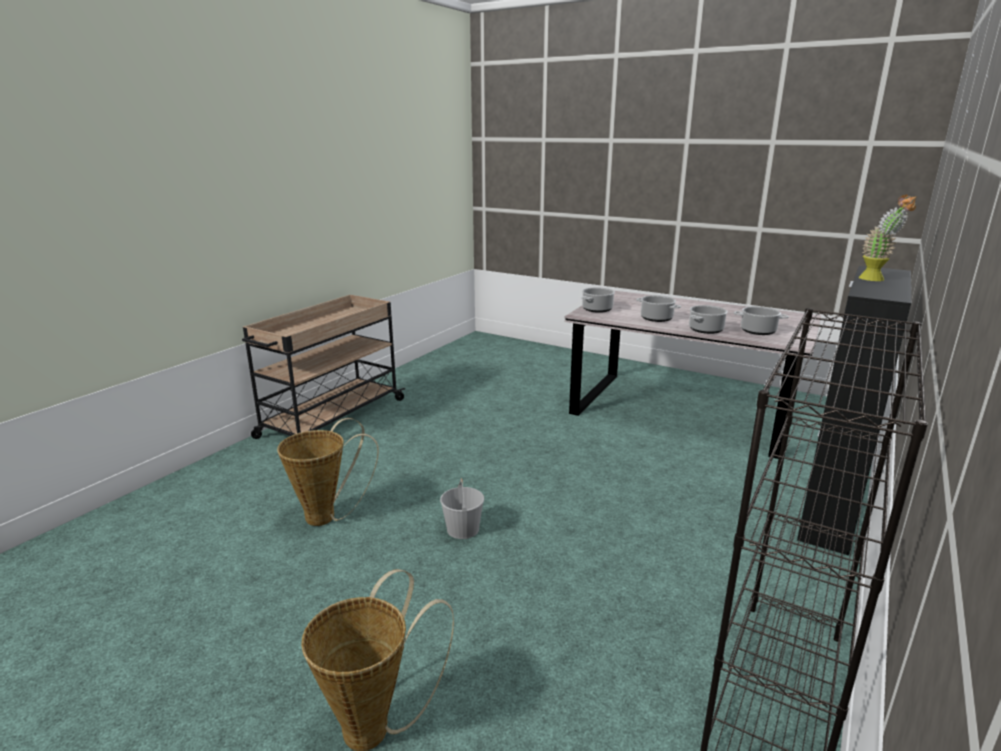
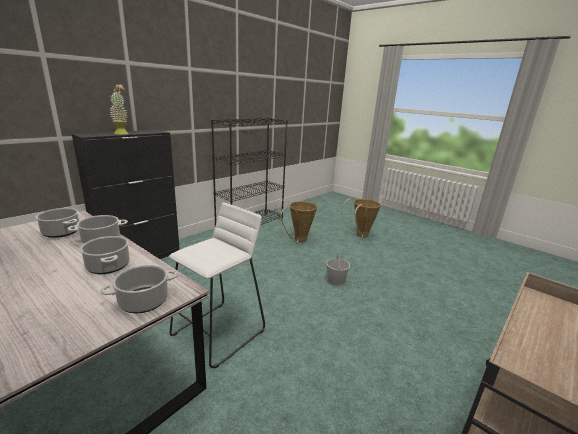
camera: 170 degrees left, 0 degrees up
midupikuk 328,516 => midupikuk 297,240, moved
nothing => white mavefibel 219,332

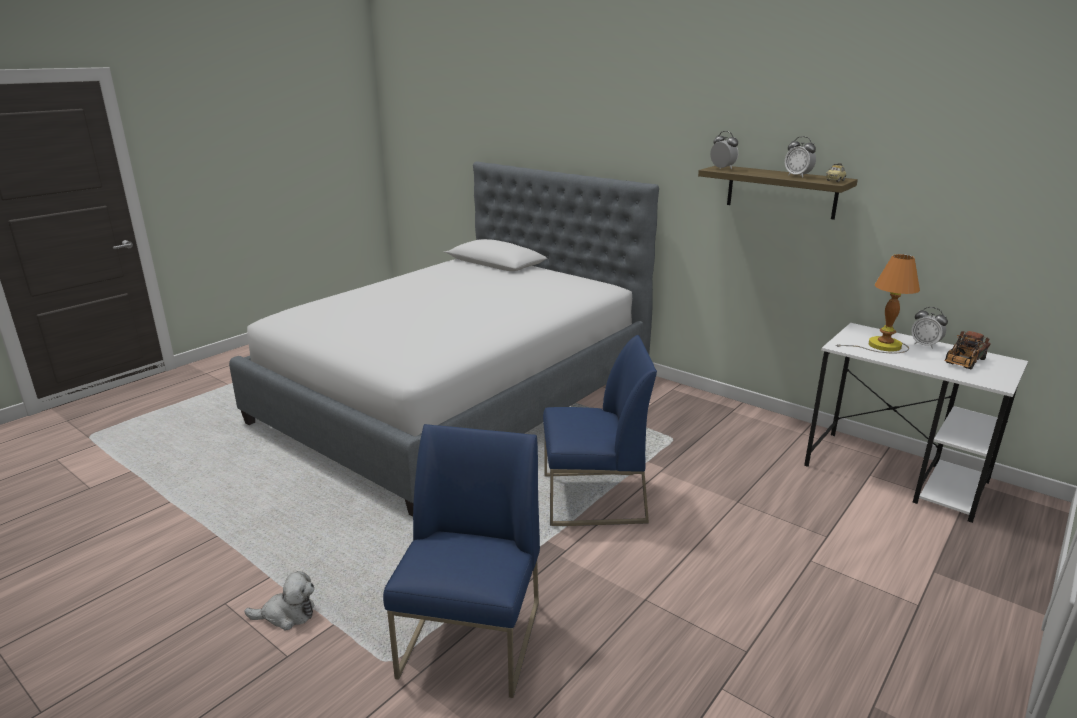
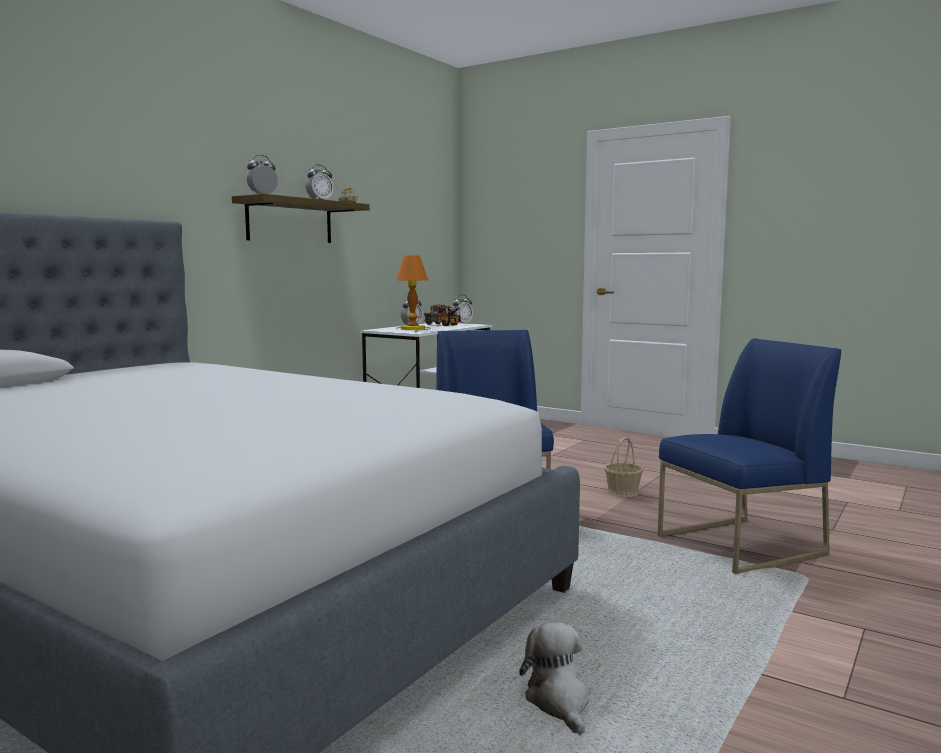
camera: 95 degrees left, 15 degrees down
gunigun 287,614 => gunigun 559,702, moved
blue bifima 472,640 => blue bifima 740,545, 150 degrees clockwise
nothing => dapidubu 462,324
nothing => midupikuk 623,492

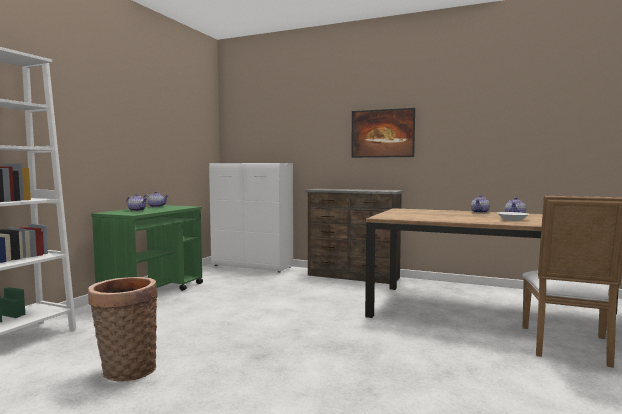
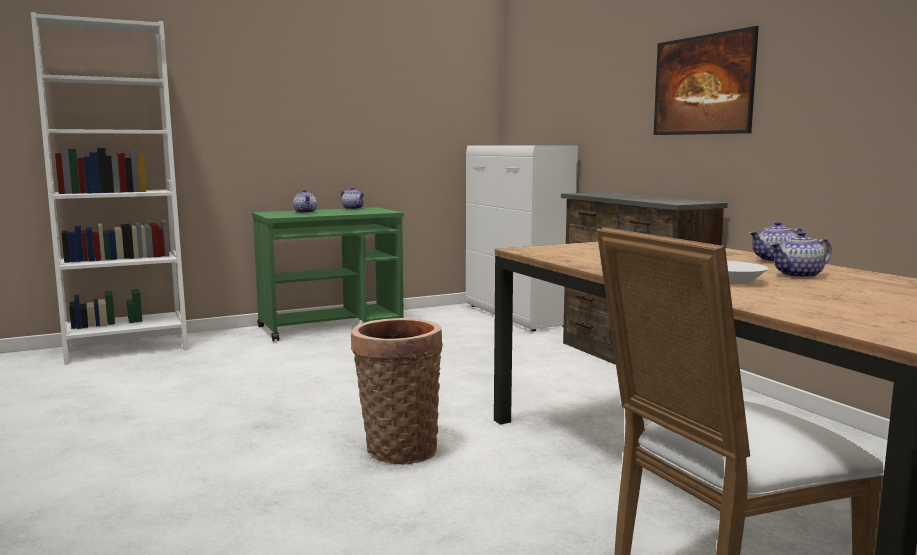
camera: 40 degrees right, 5 degrees up
midupikuk 126,370 => midupikuk 398,448, moved

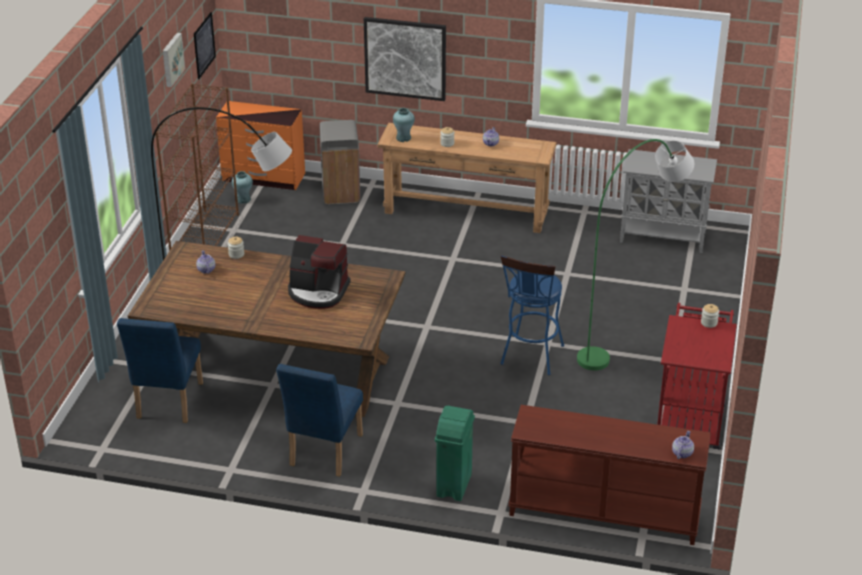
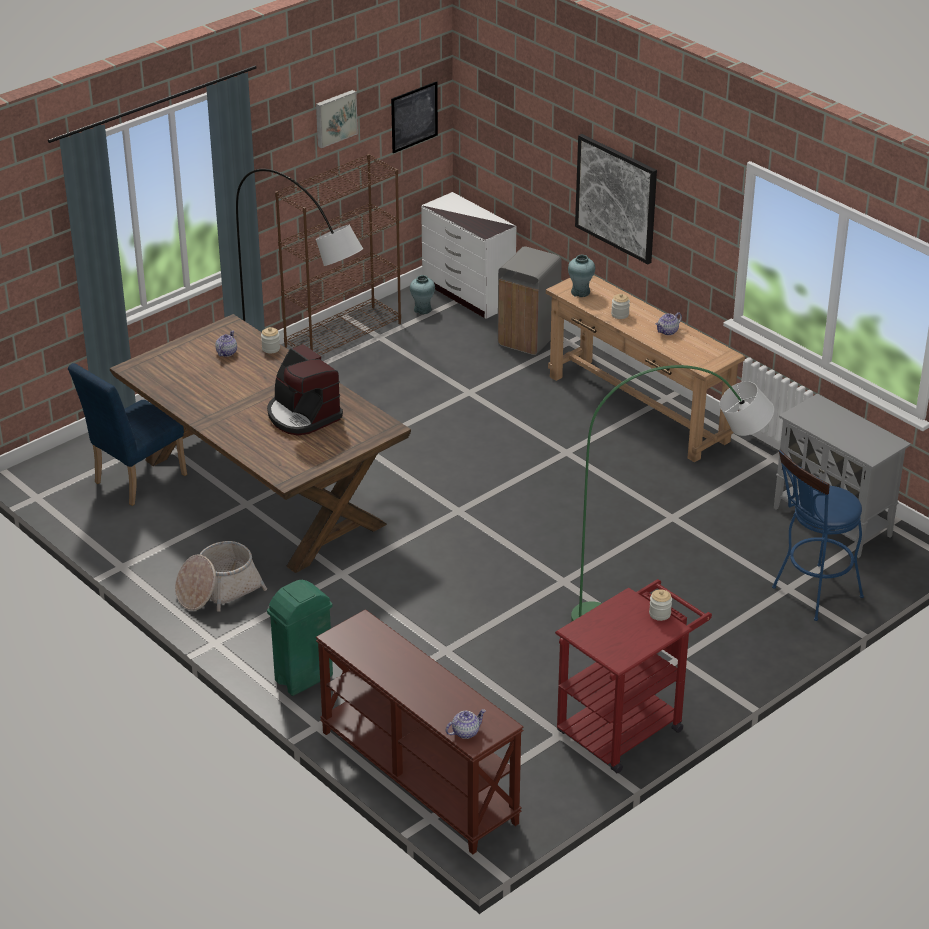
camera: 35 degrees right, 0 degrees up
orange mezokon 264,178 => white mezokon 468,294
blue bifima 323,454 => midupikuk 218,590
blue mavefibel 530,358 => blue mavefibel 812,595, moved

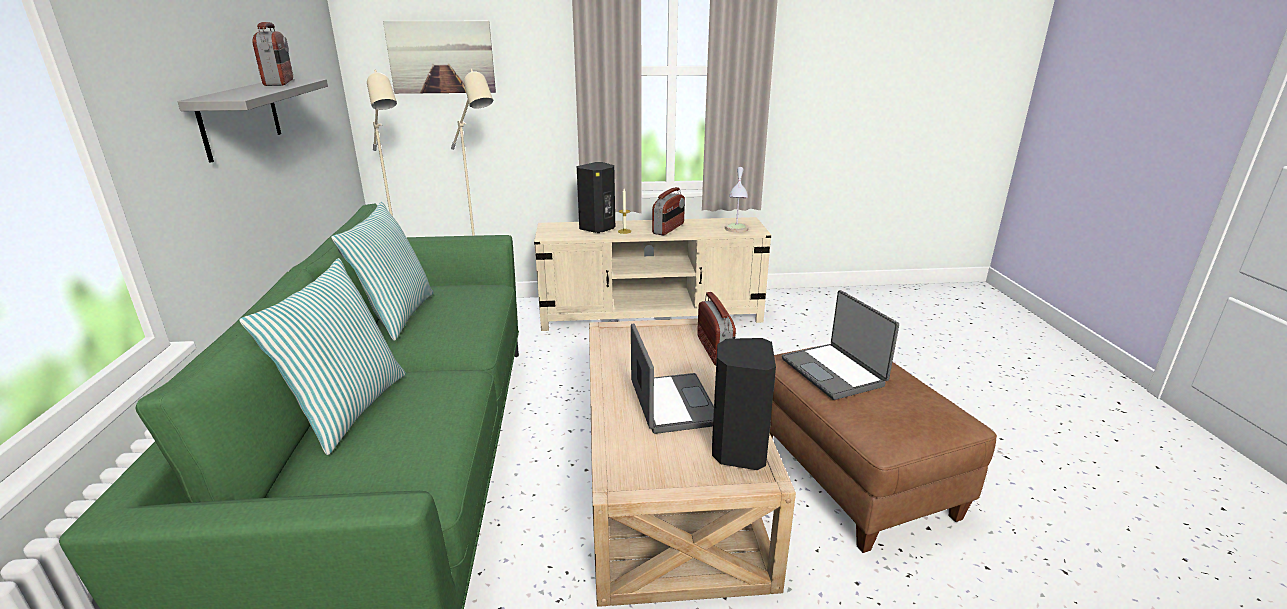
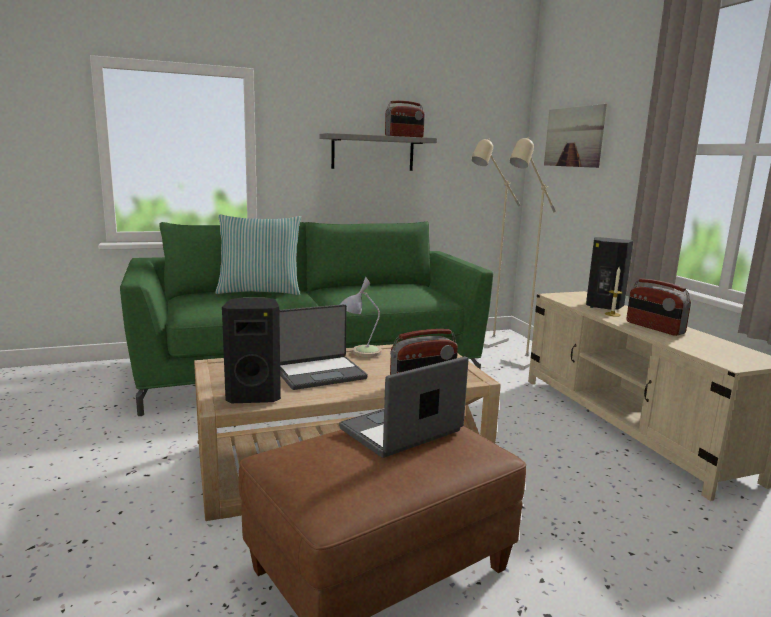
camera: 75 degrees right, 10 degrees down
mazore 396,315 => nothing
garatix 669,229 => garatix 654,328, 45 degrees clockwise
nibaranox 736,230 => nibaranox 360,352, moved

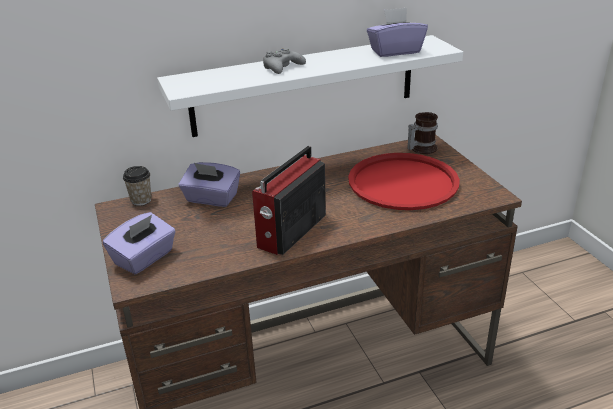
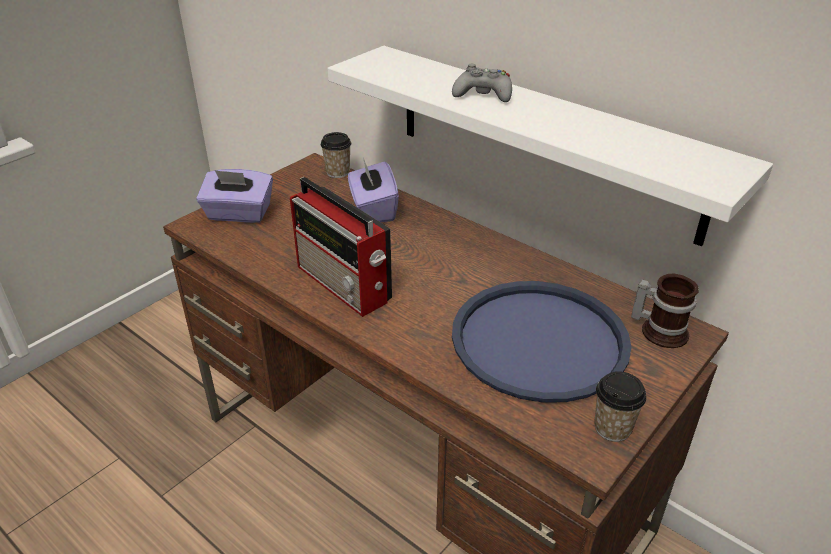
camera: 60 degrees right, 5 degrees up
garatix 290,231 => garatix 344,285, 135 degrees counterclockwise
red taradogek 403,182 => blue taradogek 539,340
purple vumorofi 395,51 => nothing
nothing => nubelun 612,428

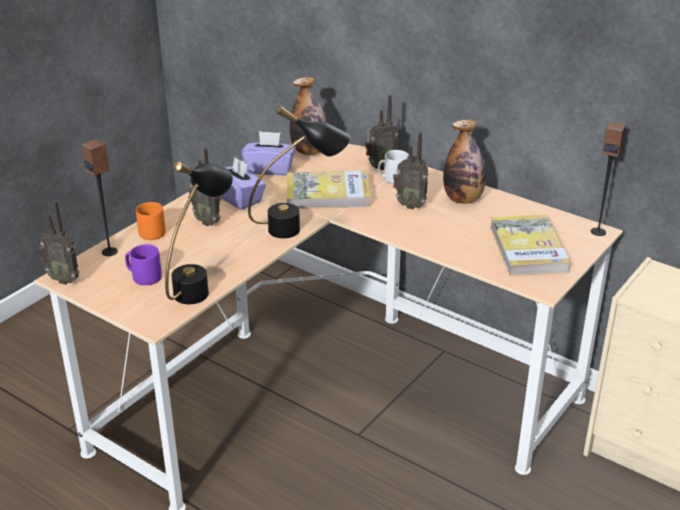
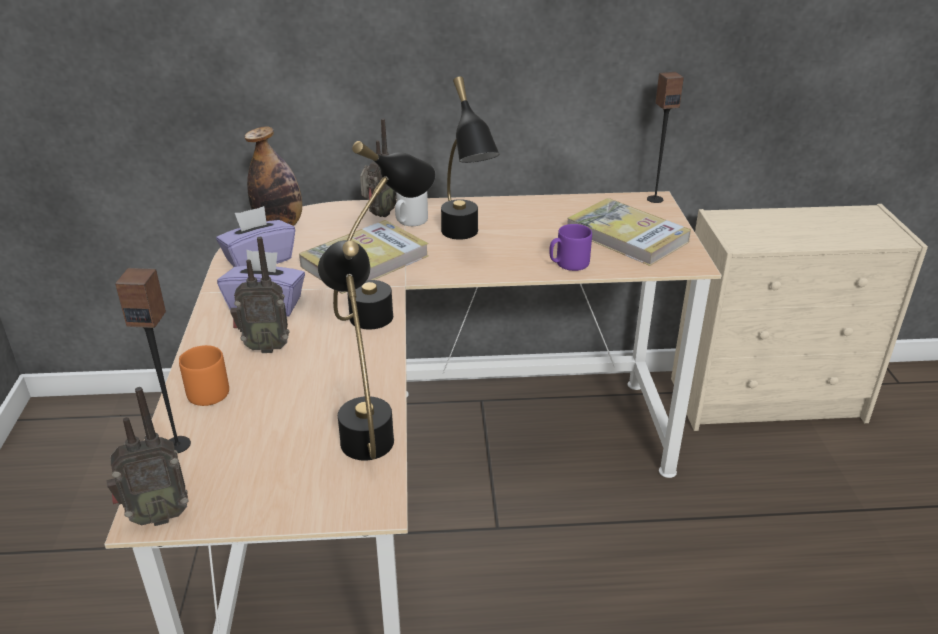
camera: 40 degrees left, 0 degrees up
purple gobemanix 144,277 => purple gobemanix 568,264, moved
garatix 410,205 => black nibaranox 465,239
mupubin 463,199 => nothing

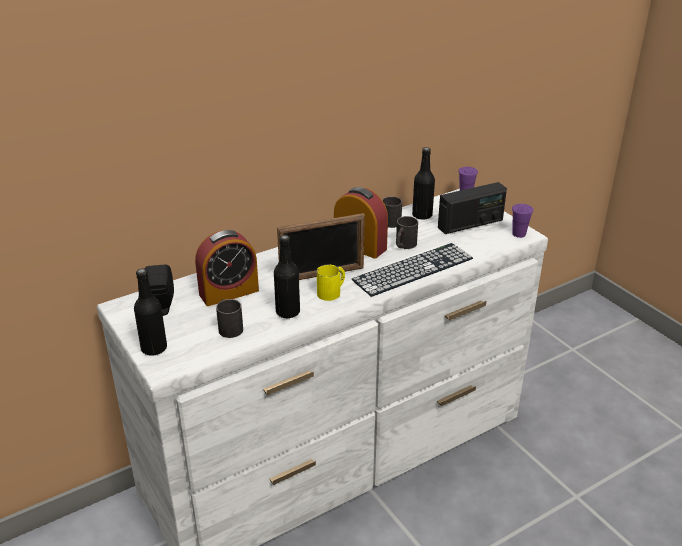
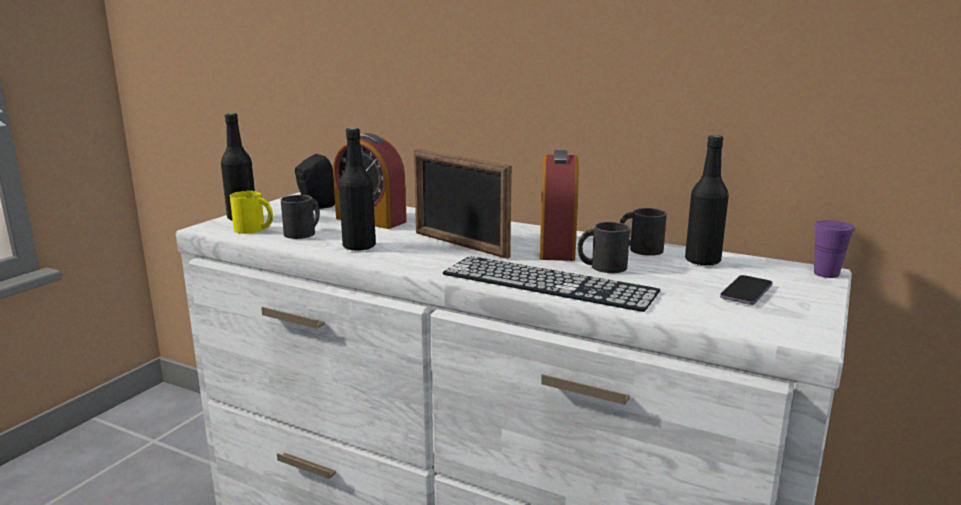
camera: 60 degrees right, 15 degrees down
yellow gobemanix 332,292 => yellow gobemanix 255,229, moved
garatix 470,224 => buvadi 746,292
purple nubelun 519,234 => nothing

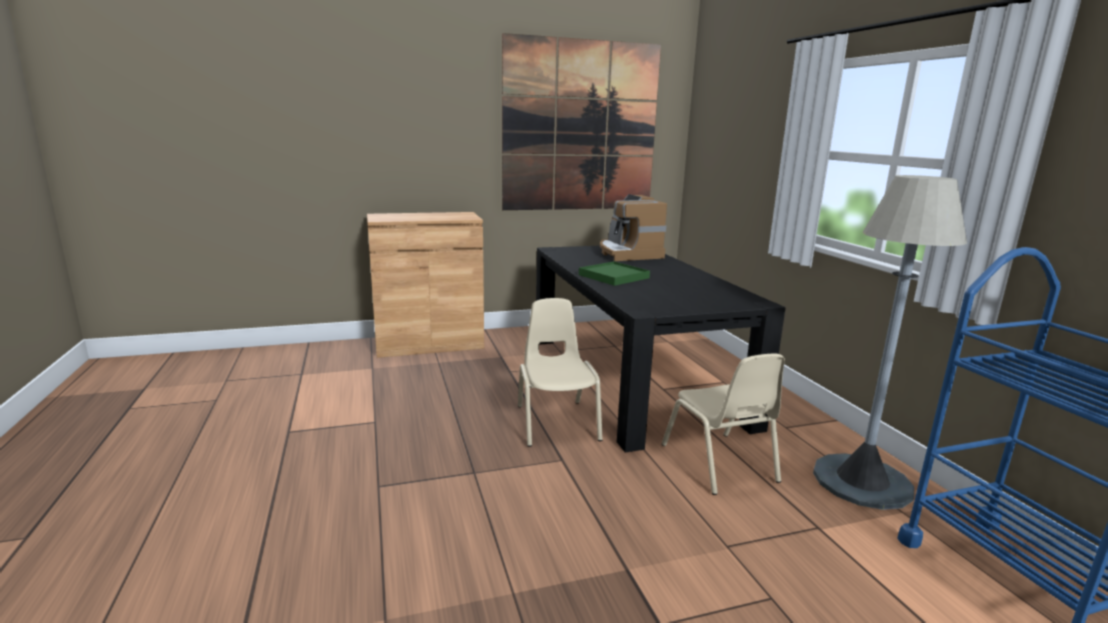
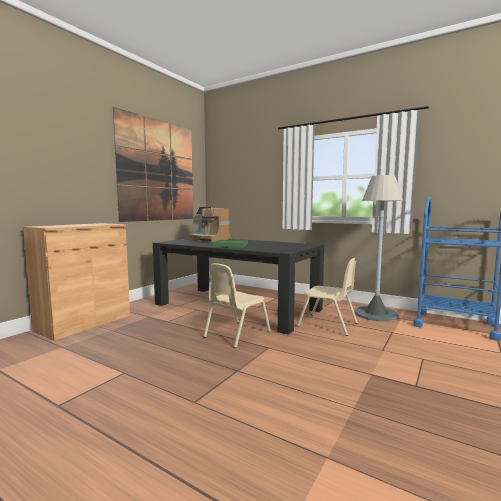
camera: 40 degrees left, 10 degrees down
beige bifima 556,422 => beige bifima 236,334, 90 degrees counterclockwise

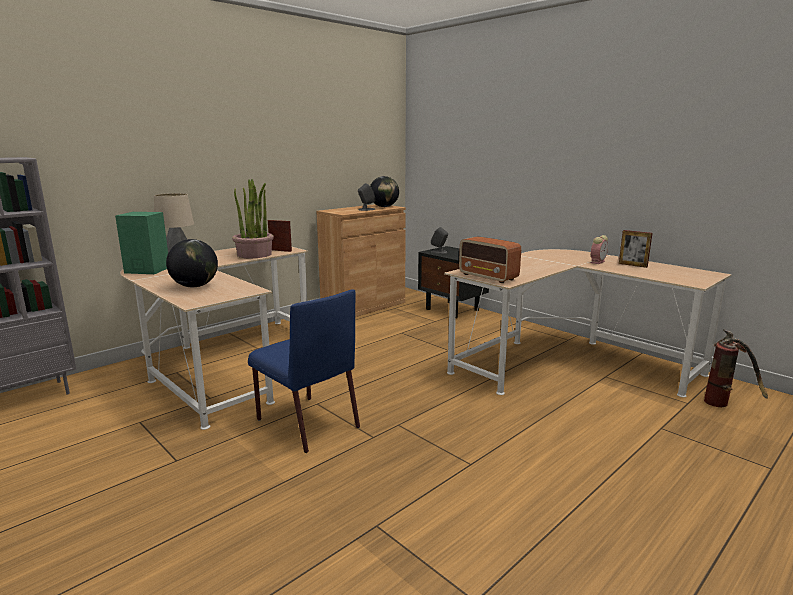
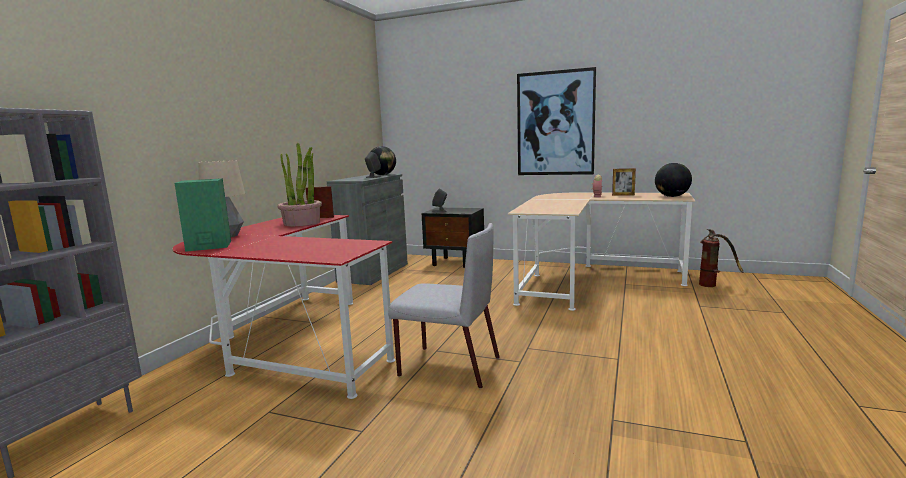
camera: 25 degrees left, 5 degrees down
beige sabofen 221,363 => red sabofen 292,342
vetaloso 195,286 => vetaloso 672,196, moved
blue bifima 306,422 => grey bifima 447,366
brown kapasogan 363,306 => grey kapasogan 373,272
garatix 488,277 => nothing
nothing => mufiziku 555,123

